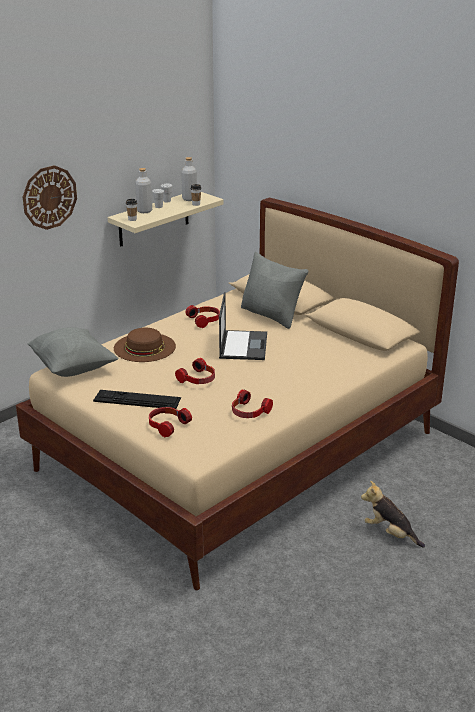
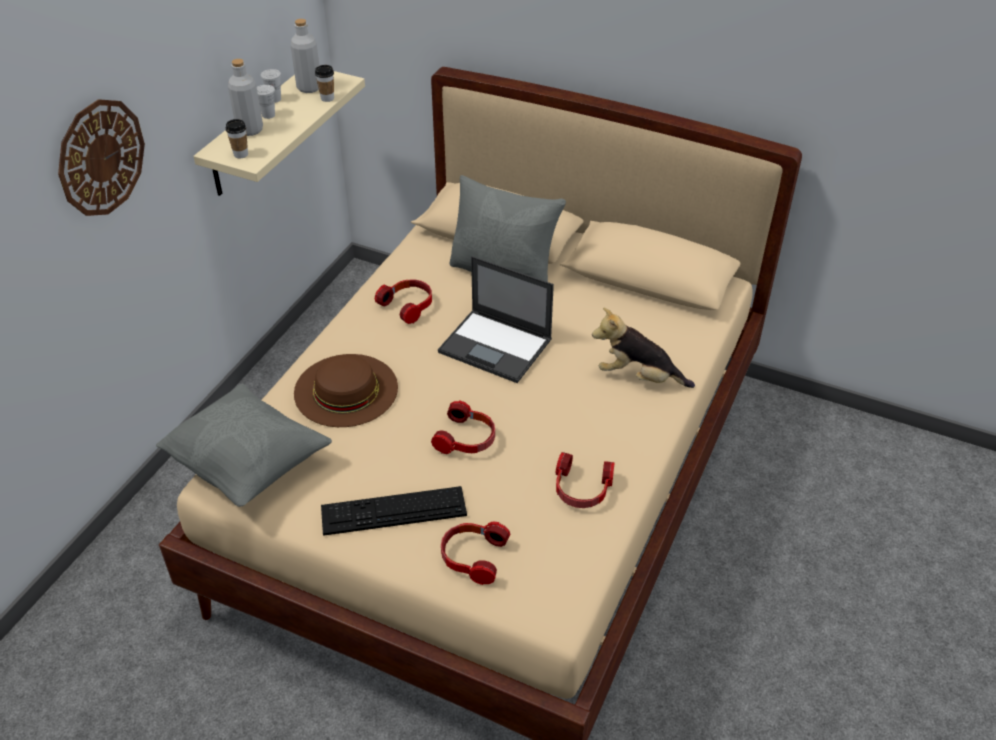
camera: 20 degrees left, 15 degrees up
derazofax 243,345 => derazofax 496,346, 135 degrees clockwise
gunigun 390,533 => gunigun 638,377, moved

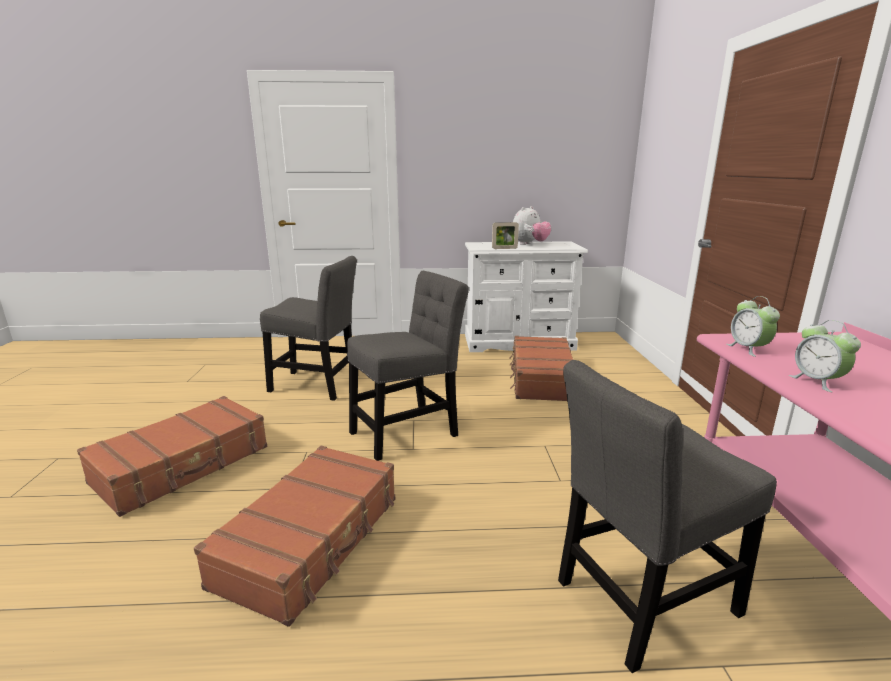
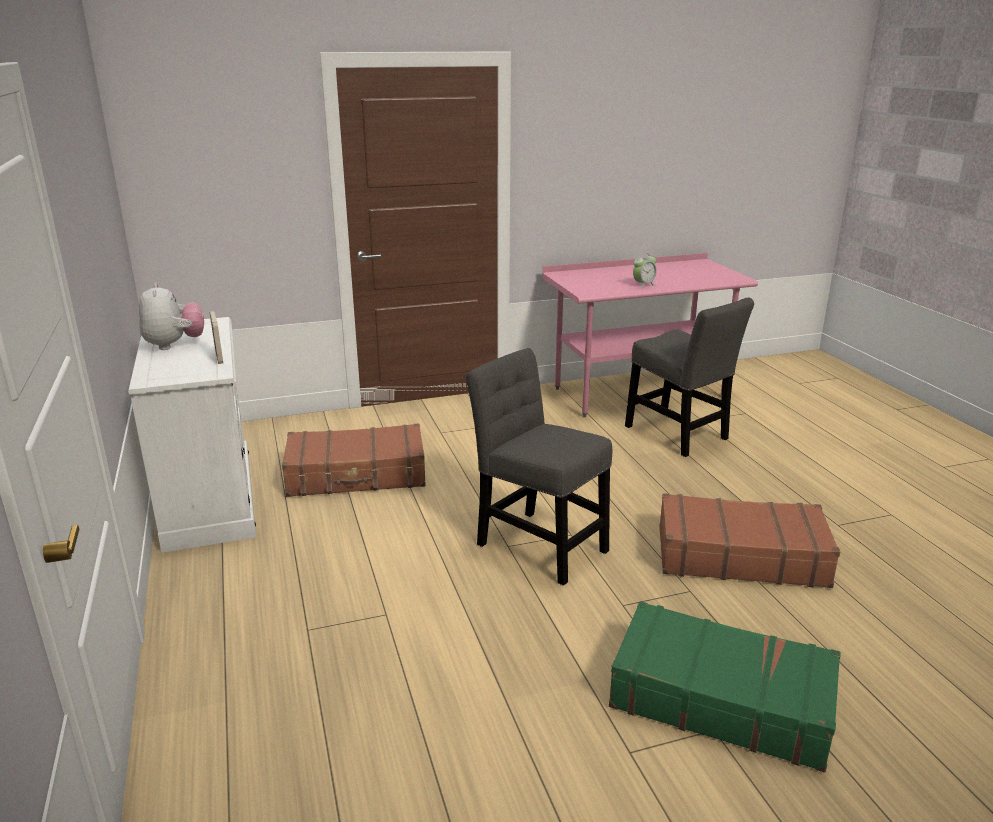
camera: 105 degrees left, 5 degrees up
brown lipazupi 183,465 => green lipazupi 720,699
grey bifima 318,385 => nothing
gunigun 529,244 => gunigun 174,345, 45 degrees clockwise
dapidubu 748,349 => nothing

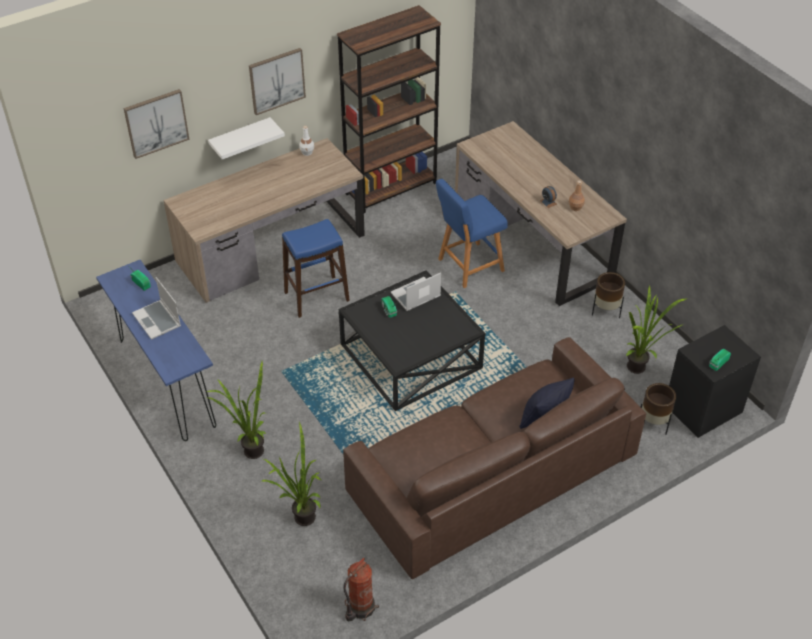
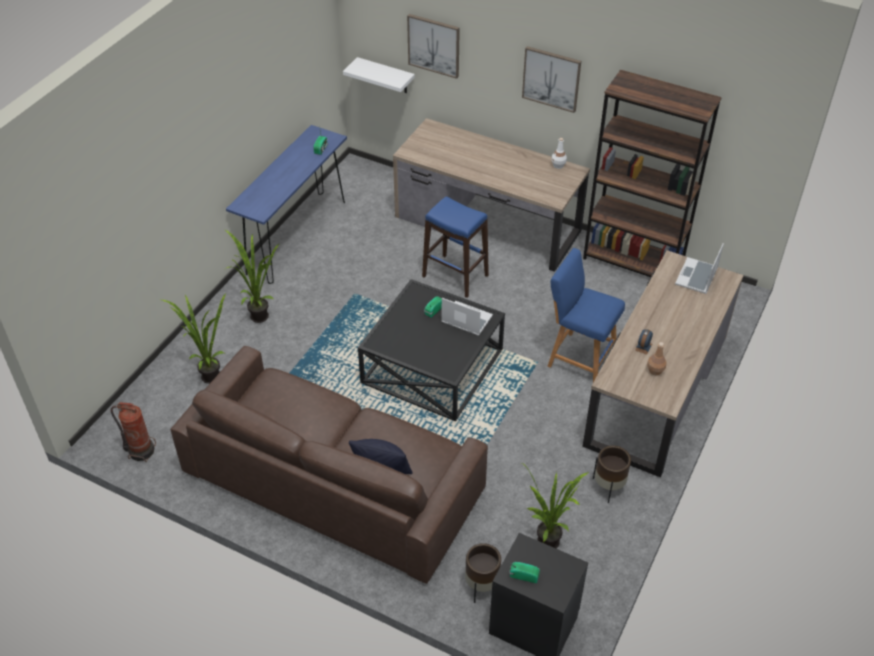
camera: 60 degrees right, 0 degrees up
derazofax 158,320 => derazofax 697,277, moved
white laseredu 240,138 => white laseredu 386,76, moved

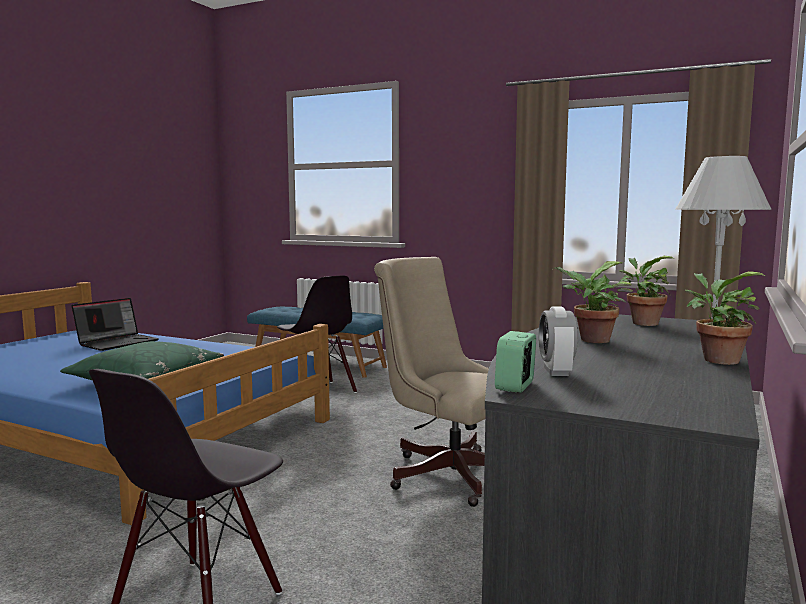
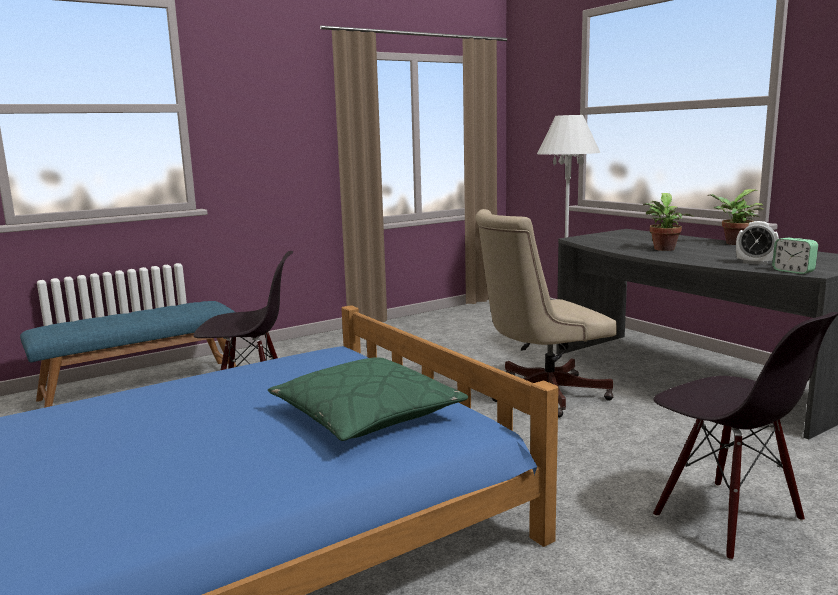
camera: 60 degrees left, 5 degrees up
derazofax 118,342 => nothing
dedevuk 642,323 => nothing

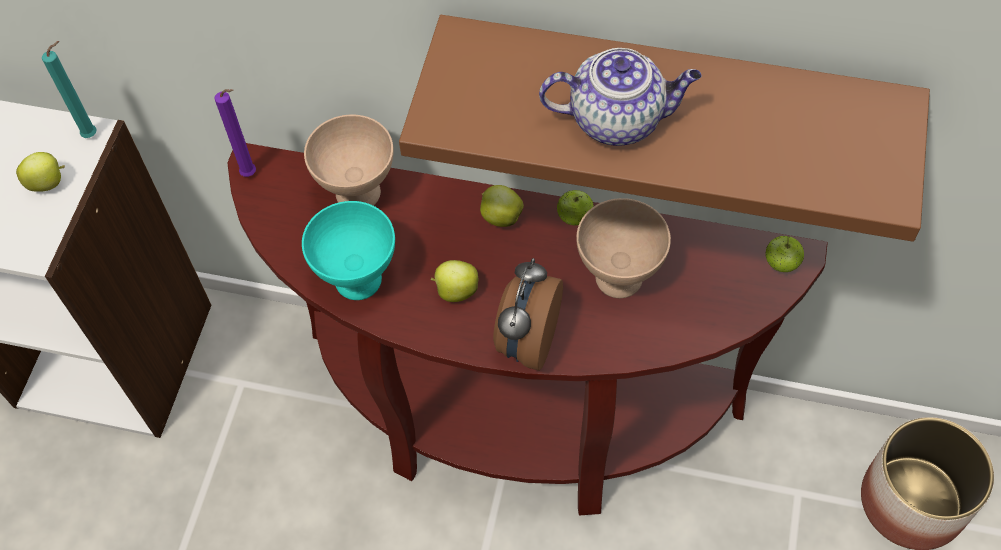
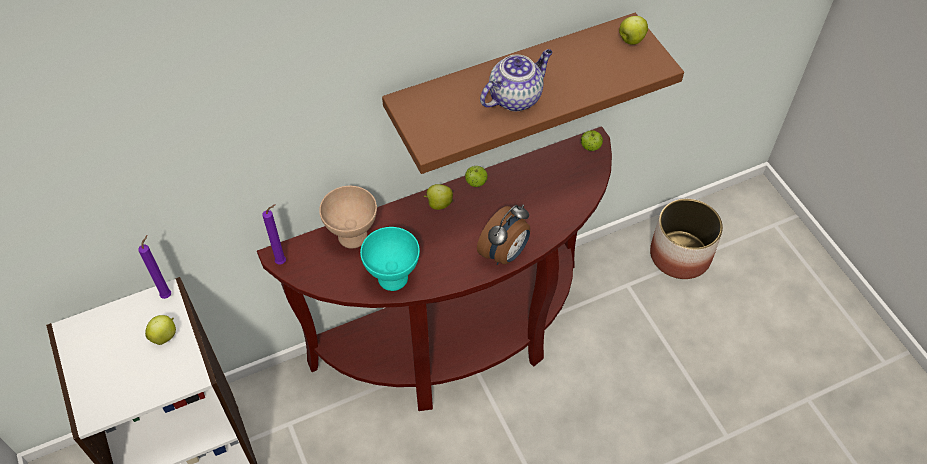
camera: 40 degrees left, 5 degrees down
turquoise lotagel 93,134 => purple lotagel 168,294
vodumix 455,291 => vodumix 631,40, moved
dapidubu 527,340 => dapidubu 505,254, 120 degrees counterclockwise
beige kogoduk 617,278 => nothing

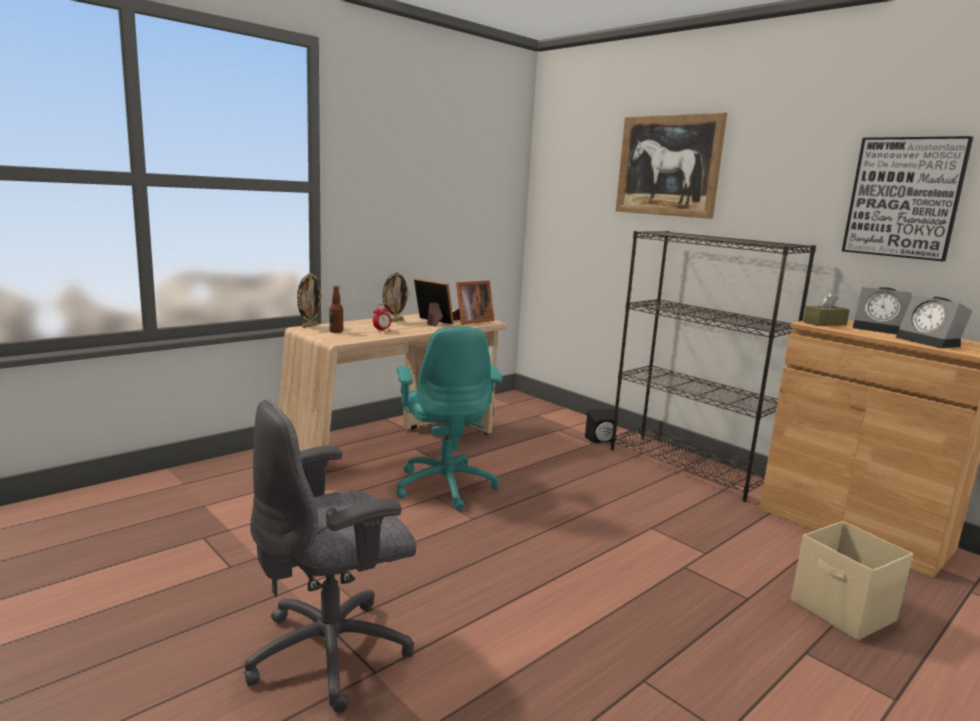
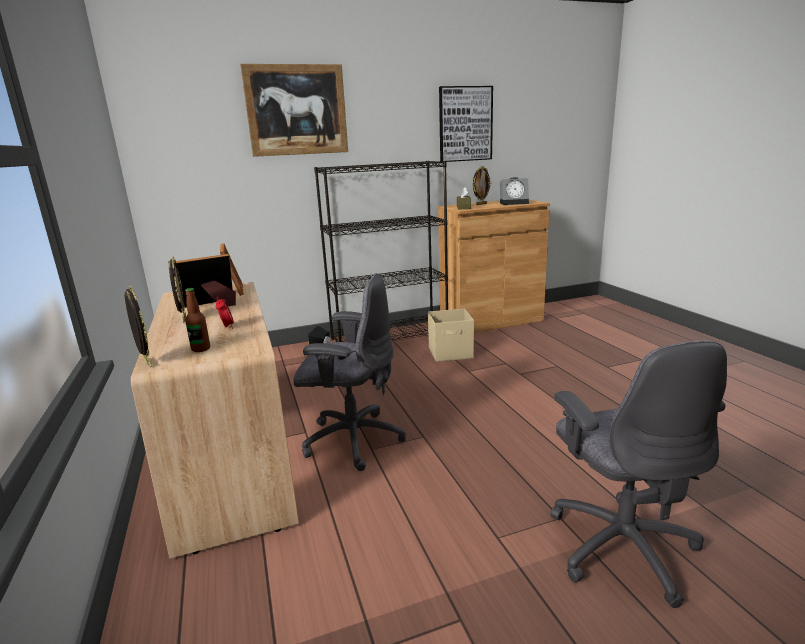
camera: 65 degrees left, 5 degrees up
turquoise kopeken 445,486 => grey kopeken 352,439
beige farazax 843,612 => beige farazax 451,353, moved
dapidubu 880,329 => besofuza 481,204

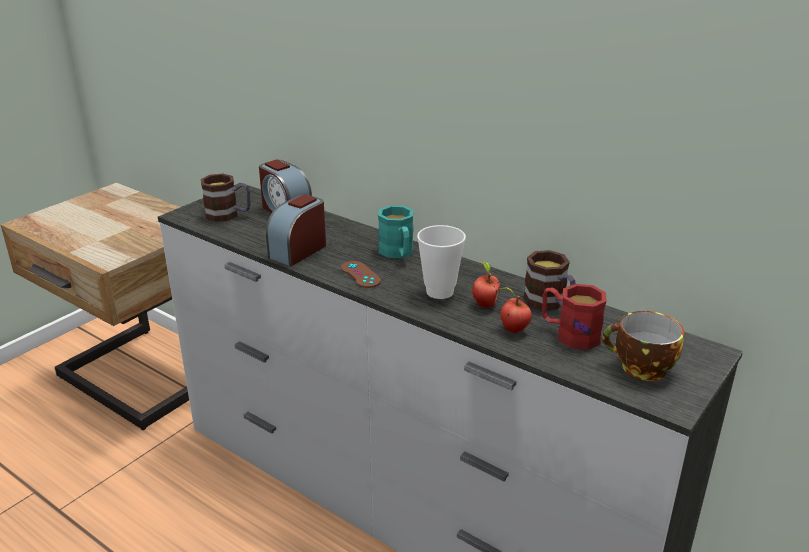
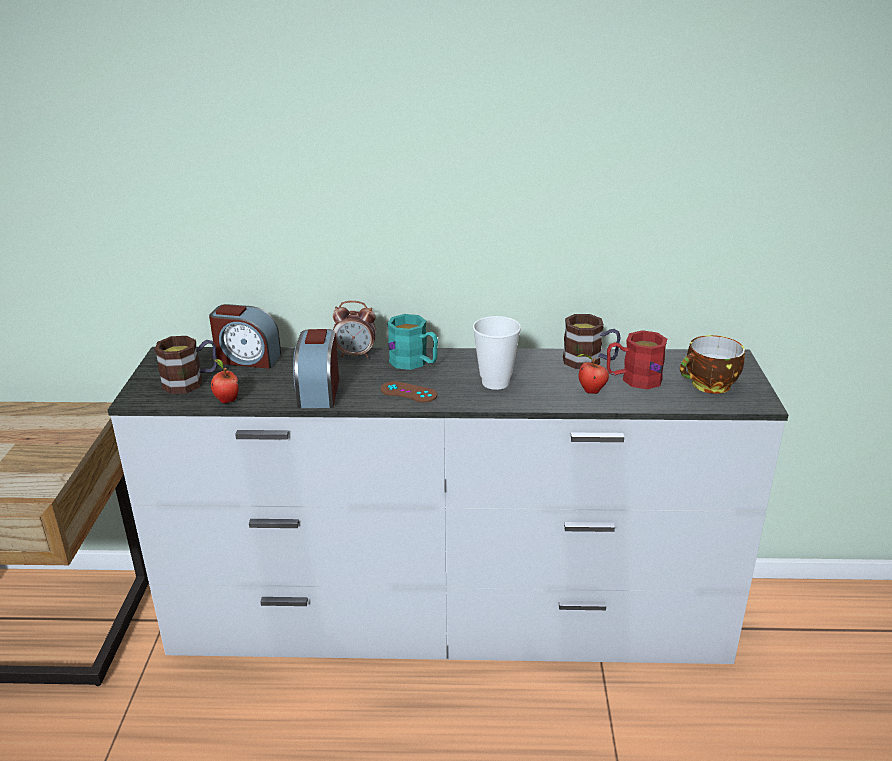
camera: 35 degrees left, 0 degrees up
vodumix 484,304 => vodumix 226,400, moved
nothing => dapidubu 356,355

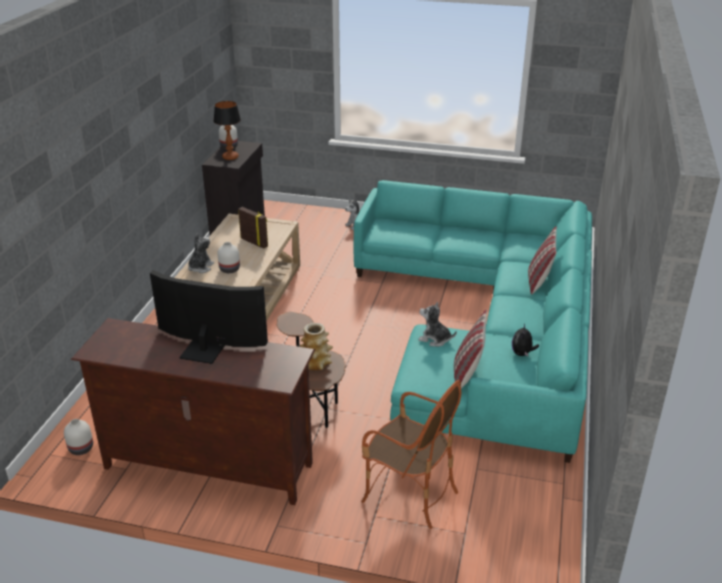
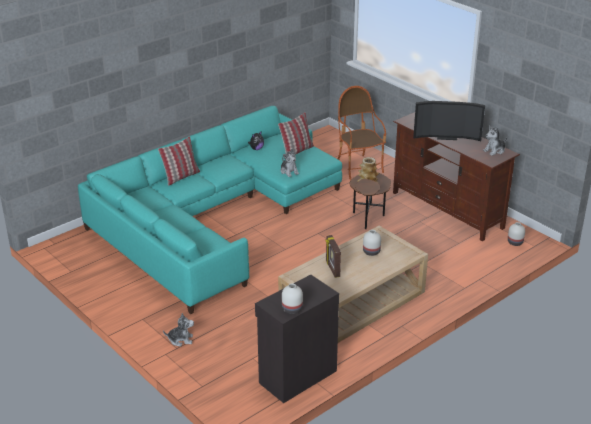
camera: 145 degrees left, 0 degrees up
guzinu 206,347 => guzinu 446,137, 45 degrees counterclockwise
gunigun 200,268 => gunigun 494,150, moved
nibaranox 230,157 => nothing

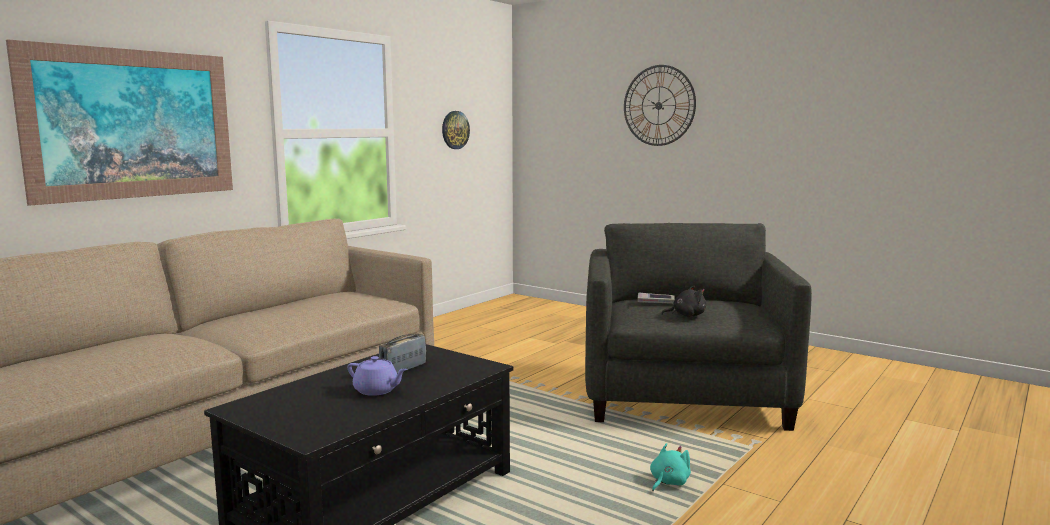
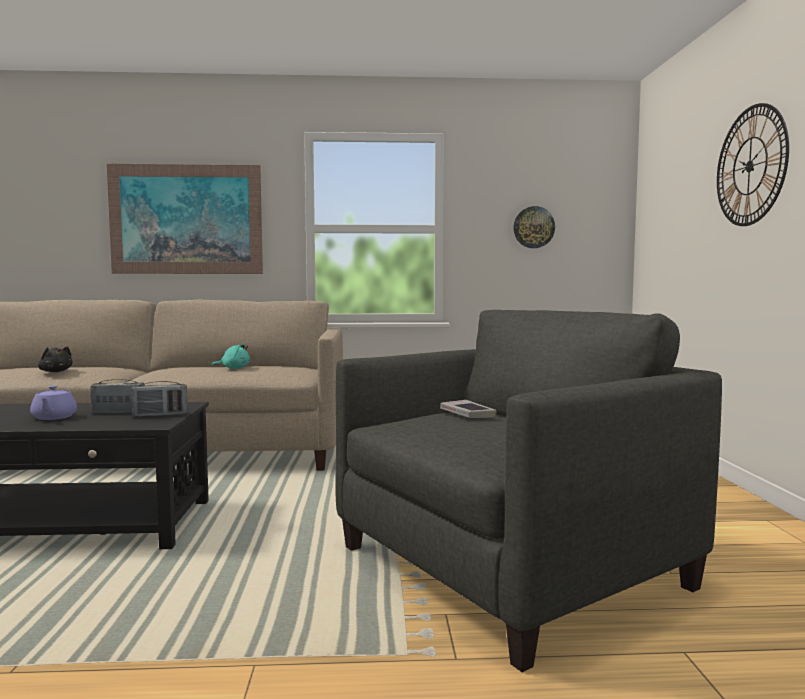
camera: 50 degrees right, 5 degrees down
turquoise gunigun 668,482 => turquoise gunigun 234,368, moved
black gunigun 686,315 => black gunigun 55,371, moved
nothing => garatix 160,415

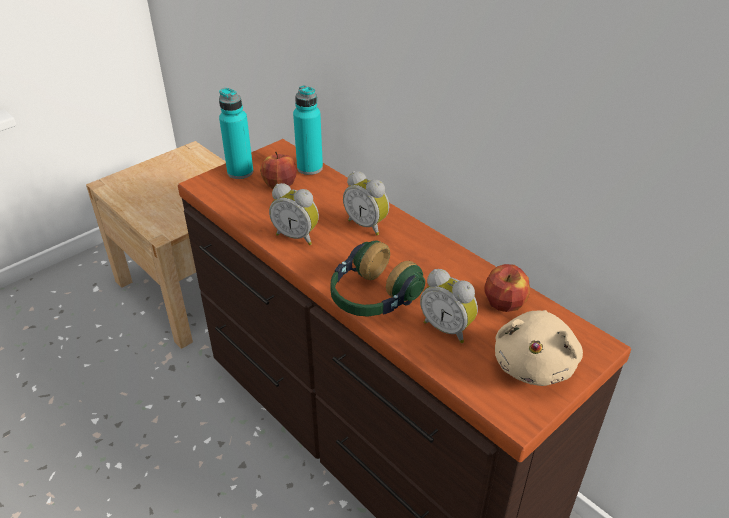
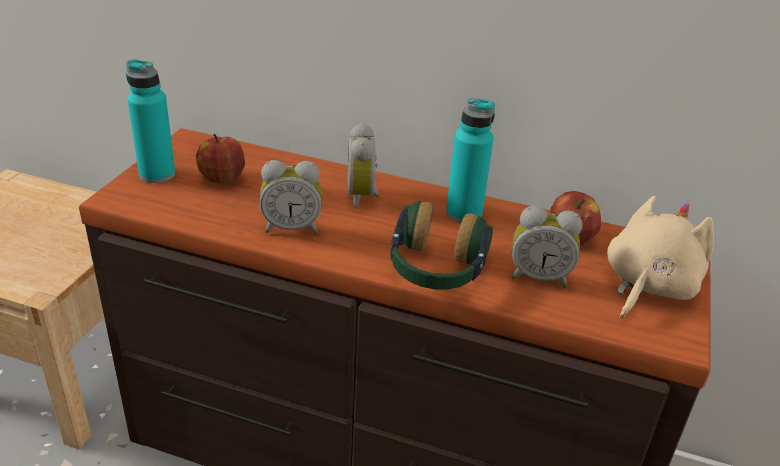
camera: 30 degrees left, 5 degrees down
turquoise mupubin 310,168 => turquoise mupubin 464,213, moved
dapidubu 367,224 => dapidubu 363,197, 75 degrees clockwise
beige gunigun 534,364 => beige gunigun 647,286, 135 degrees counterclockwise

